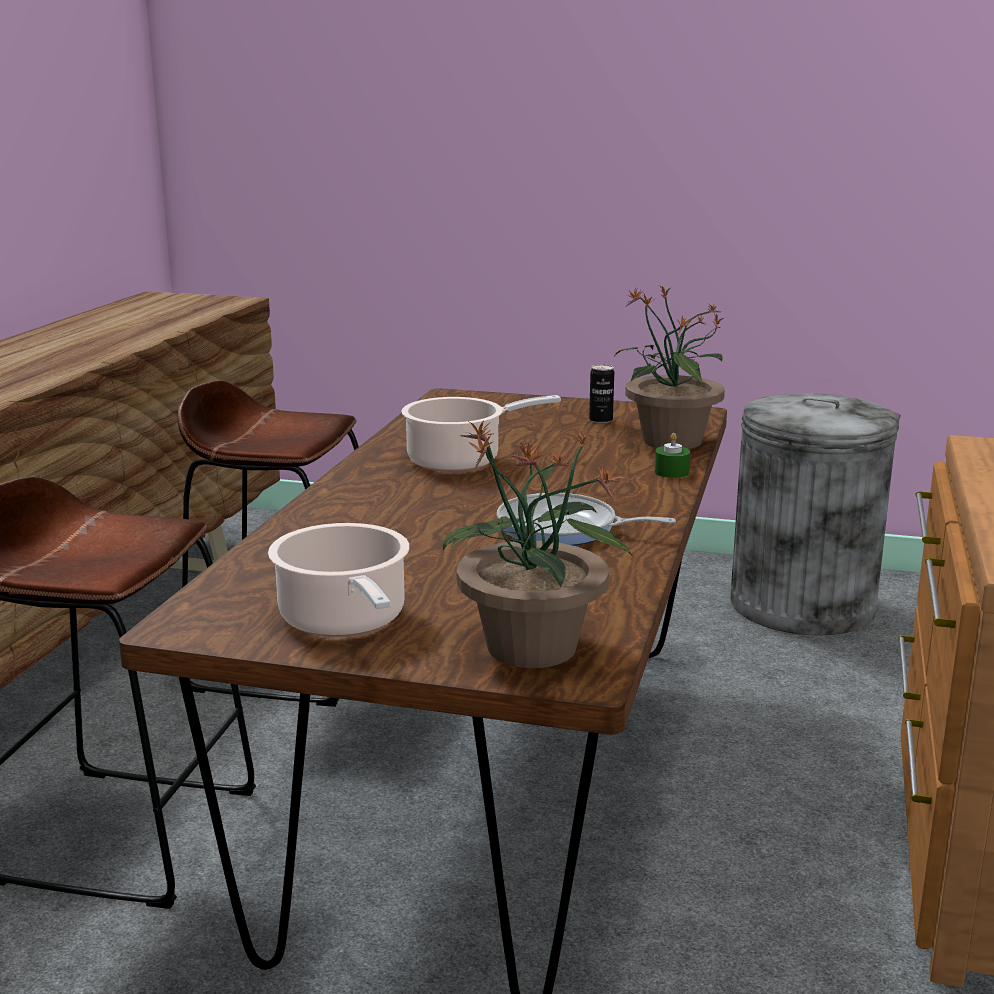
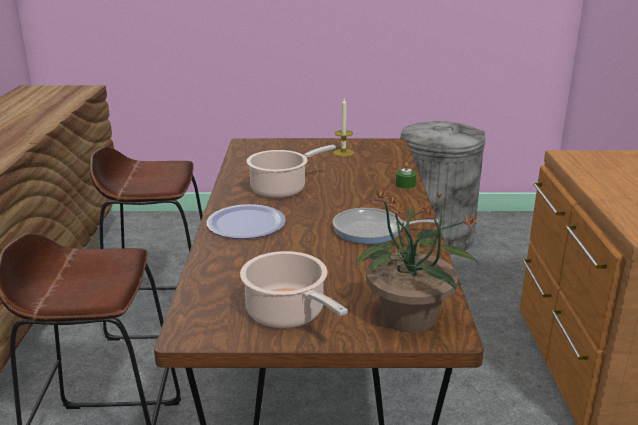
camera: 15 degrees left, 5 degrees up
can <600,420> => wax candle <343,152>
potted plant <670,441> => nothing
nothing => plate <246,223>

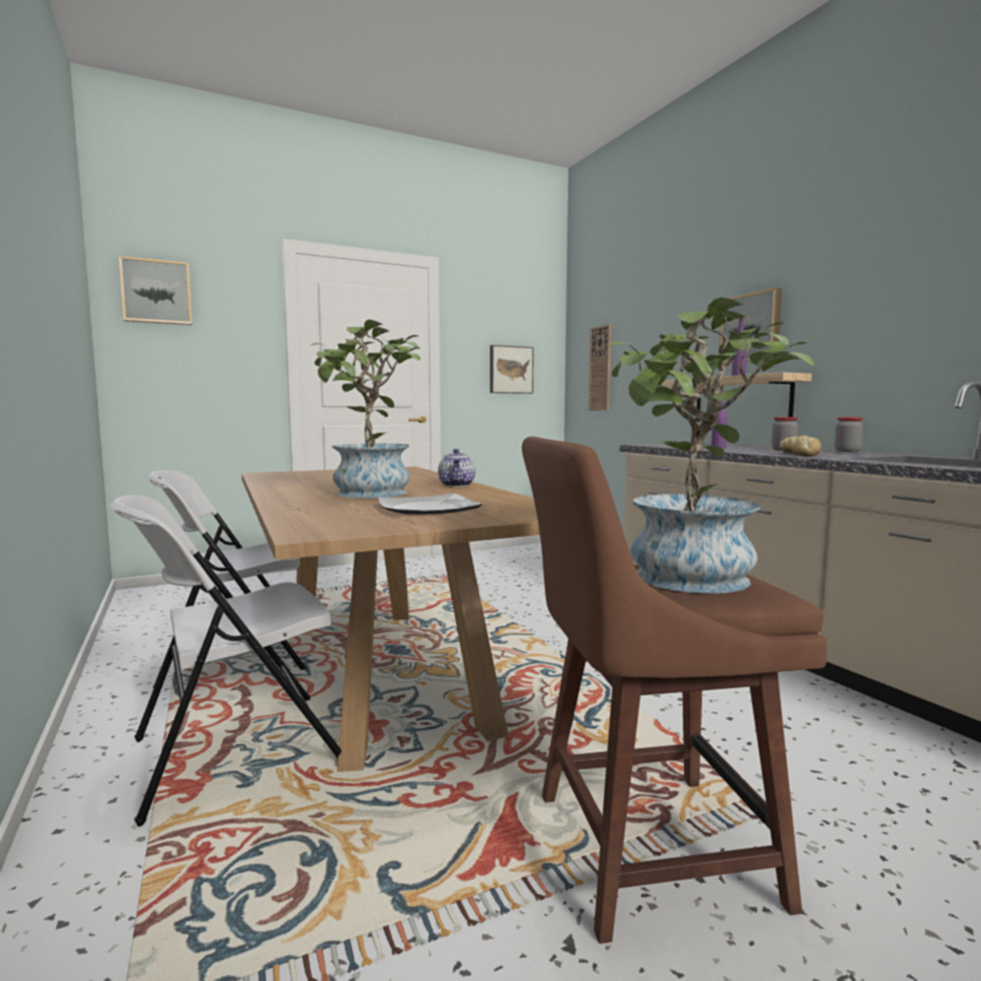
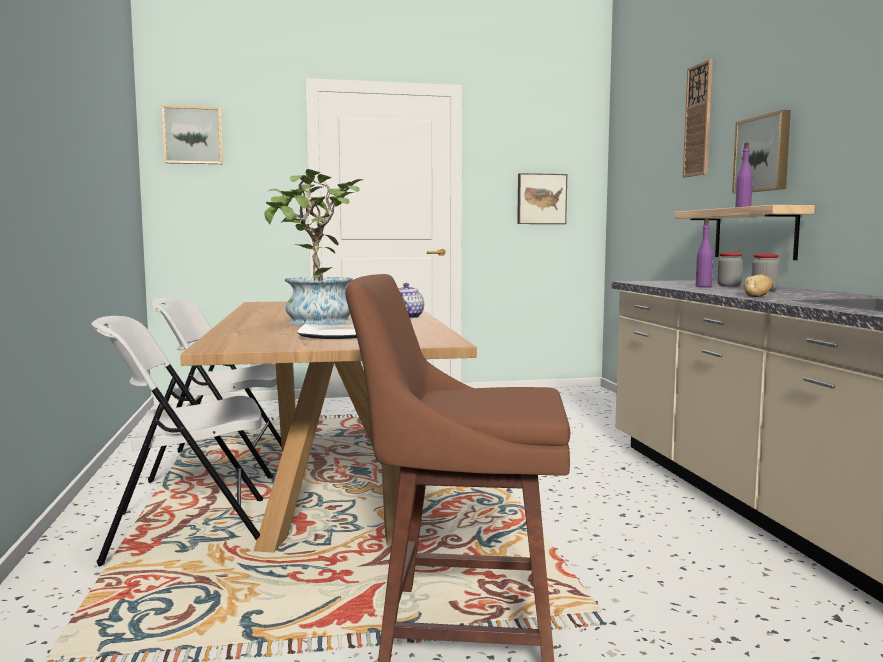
camera: 15 degrees right, 0 degrees up
wall clock <600,369> => wall clock <698,120>, relocated
potted plant <690,582> => nothing
storage jar <847,451> => storage jar <729,286>, relocated

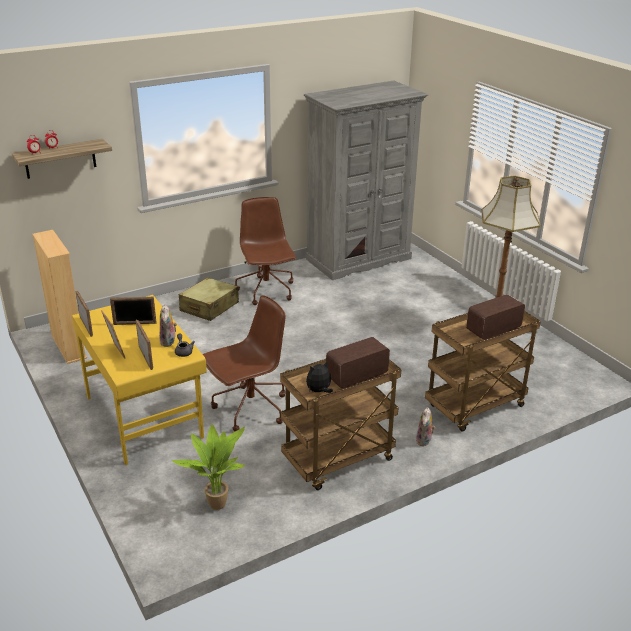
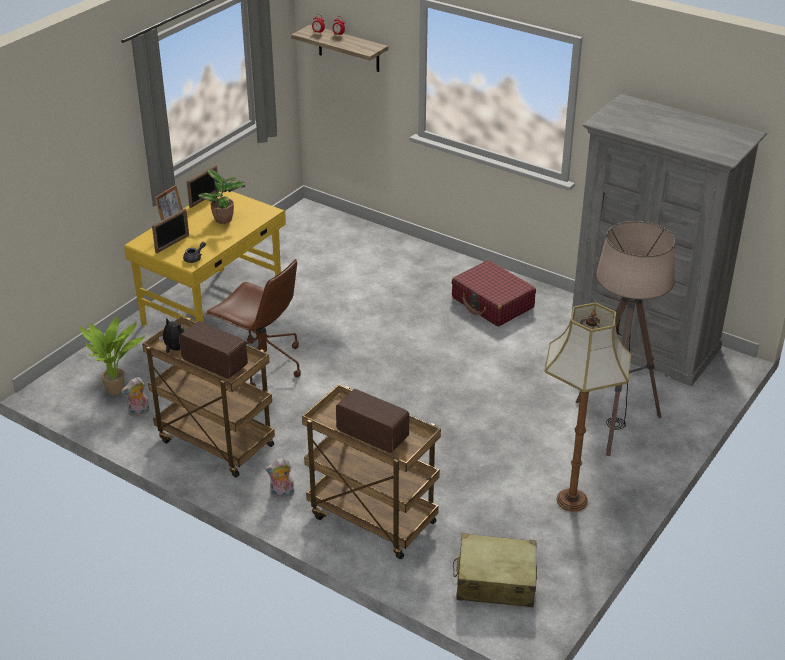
camera: 65 degrees right, 5 degrees up
beige shelving unit <68,347> => nothing
standing frame <135,324> => potted plant <224,219>
soft toy <169,341> => soft toy <138,412>, relocated
beige travel case <209,307> => beige travel case <495,581>, relocated
brownish desk chair <267,292> => red-coloured travel case <492,303>
nothing => standing lamp <614,424>

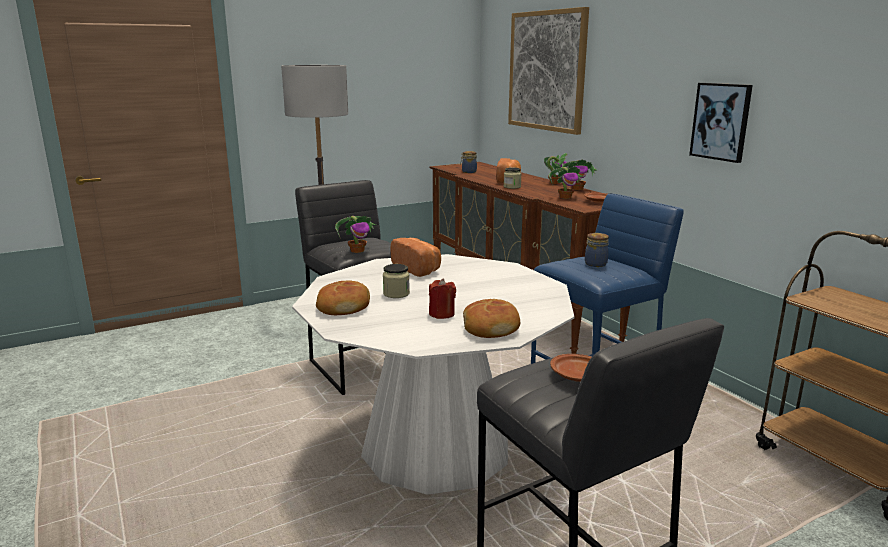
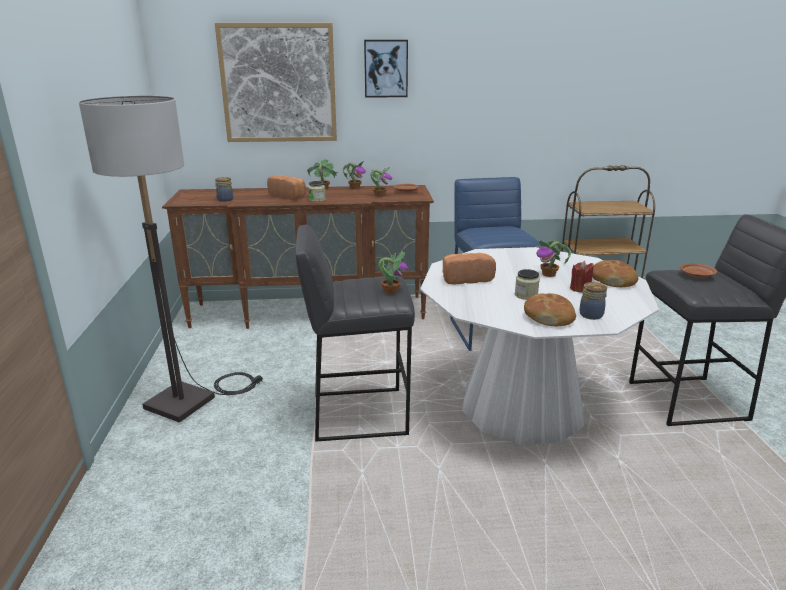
camera: 65 degrees left, 5 degrees up
storage jar <596,264> => storage jar <590,314>, relocated
wall art <721,121> => wall art <386,68>, relocated
nothing => potted plant <549,274>

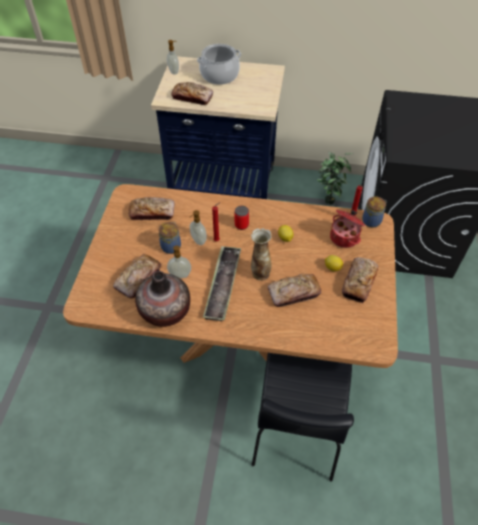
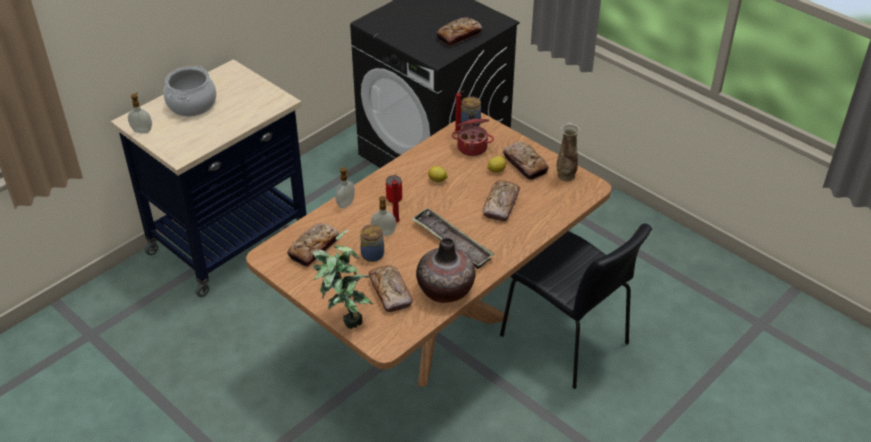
camera: 55 degrees left, 10 degrees down
soap dispenser <180,275> => soap dispenser <346,204>, relocated
baked bread <192,97> => baked bread <459,36>, relocated
decorative vase <260,273> => decorative vase <565,176>, relocated
potted plant <329,197> => potted plant <344,318>, relocated

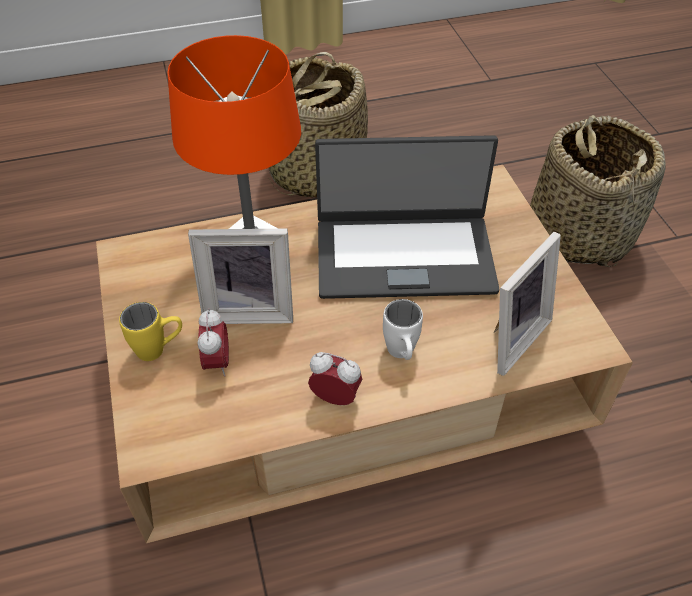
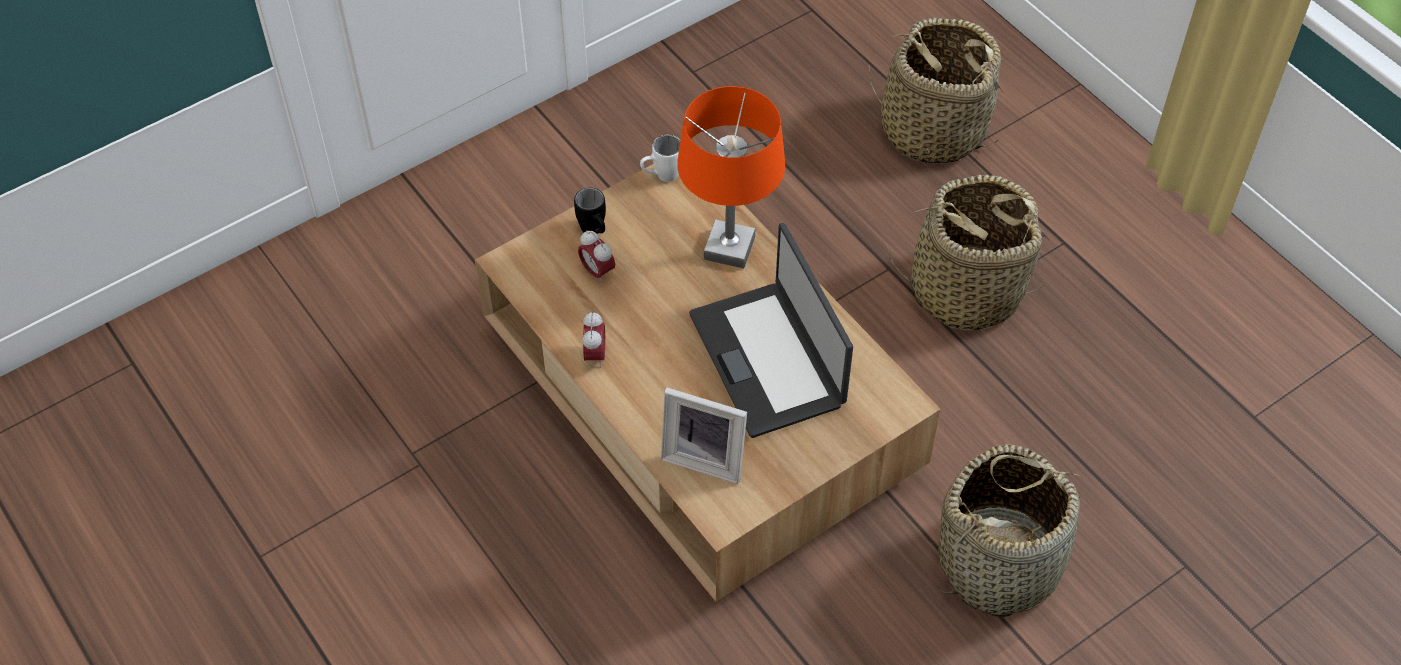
camera: 70 degrees right, 5 degrees up
yellowish coffee mug <159,349> => black coffee mug <595,232>
standing frame <249,308> => nothing
table clock <217,362> => table clock <597,271>, 75 degrees clockwise
white coffee mug <402,355> => white coffee mug <661,177>, relocated
nothing => storage basket <933,130>

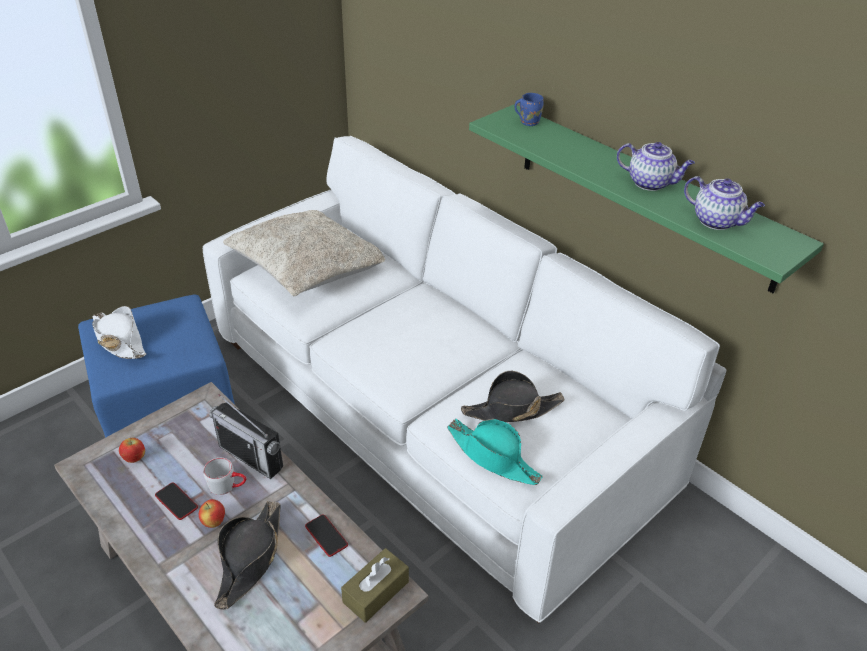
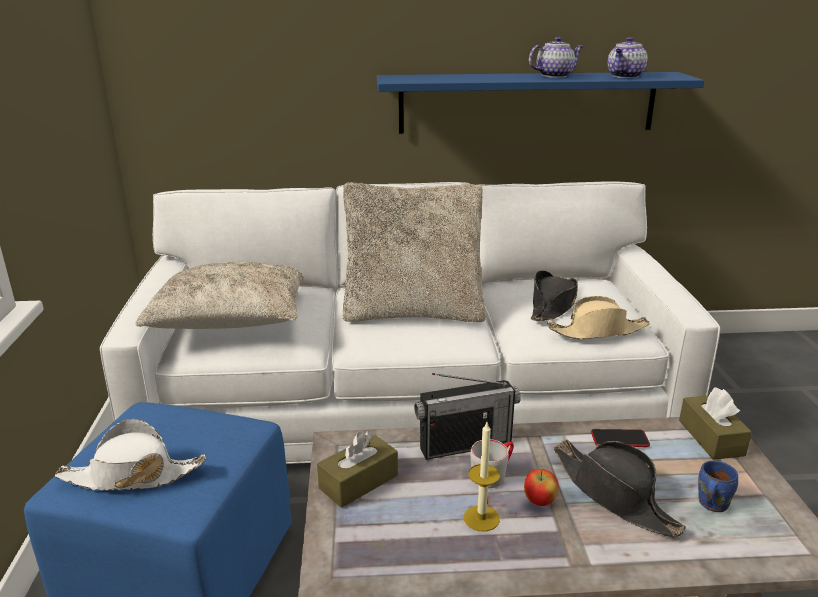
camera: 50 degrees left, 15 degrees down
whole apple <134,458> => nothing
phone <176,501> => wax candle <481,518>
turquoise wearable hat <493,457> => beige wearable hat <598,331>
green-coloured wall shelf <643,194> => bluish wall shelf <527,102>
bluish coffee mug <528,121> => bluish coffee mug <710,504>, relocated
pot for tea <717,221> => pot for tea <625,76>, 135 degrees clockwise
nothing => brownish tissue holder <358,482>
nothing => beige pillow <414,309>

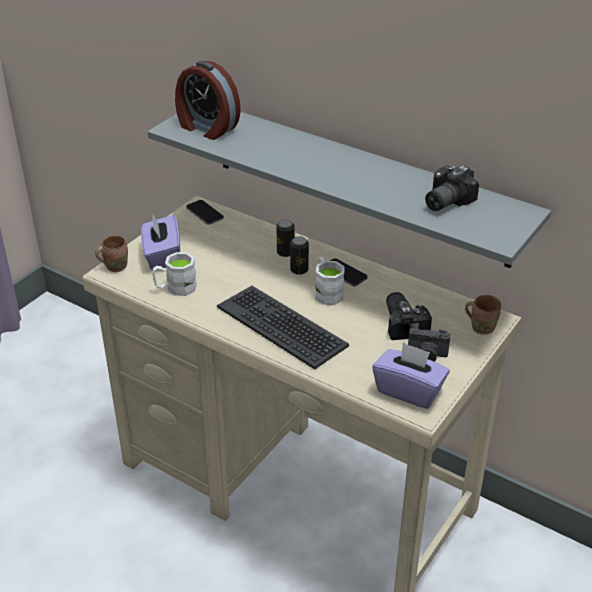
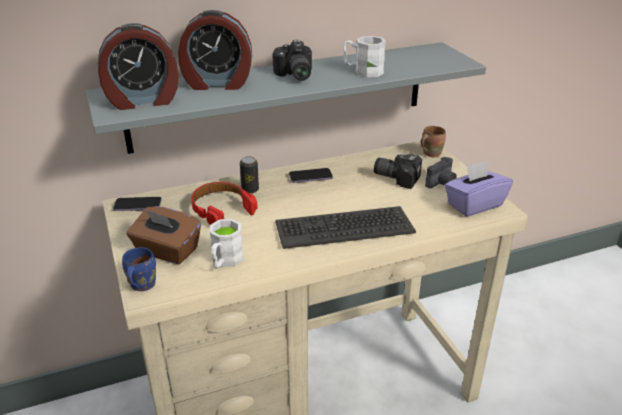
camera: 55 degrees left, 5 degrees down
brownish coffee mug <115,266> => bluish coffee mug <140,285>
purplish tissue holder <162,256> => brownish tissue holder <167,251>
can <299,270> => nothing
white coffee mug <327,292> => white coffee mug <363,71>, relocated
still camera <444,201> => still camera <293,75>, relocated
nothing => table clock <217,83>
nothing => red-coloured headset <221,209>

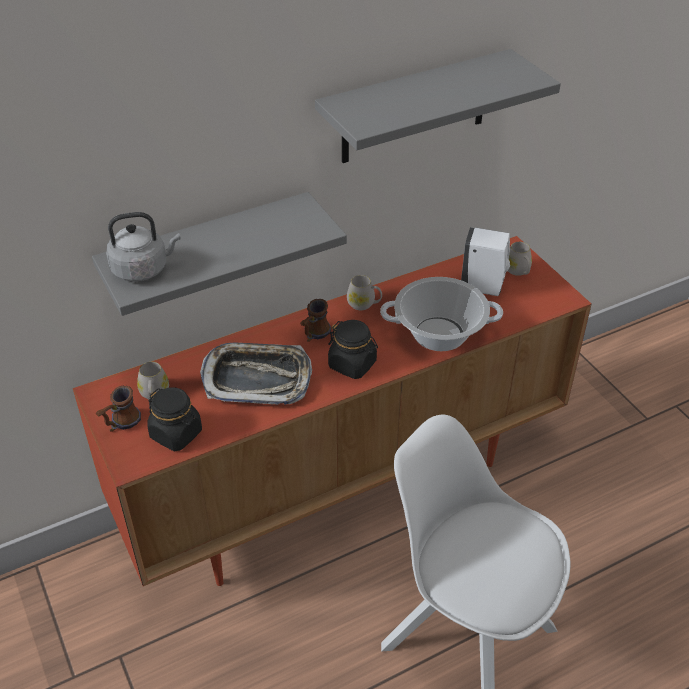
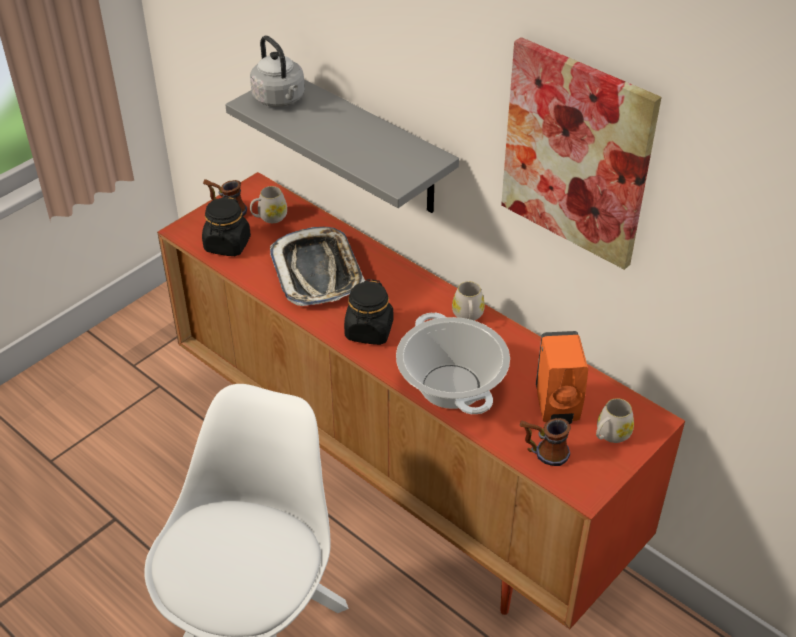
camera: 70 degrees right, 0 degrees up
coffee mug <314,335> => coffee mug <543,453>, relocated
greyish wall shelf <414,108> => wall art <577,153>
white soap dispenser <484,288> => orangey soap dispenser <557,408>

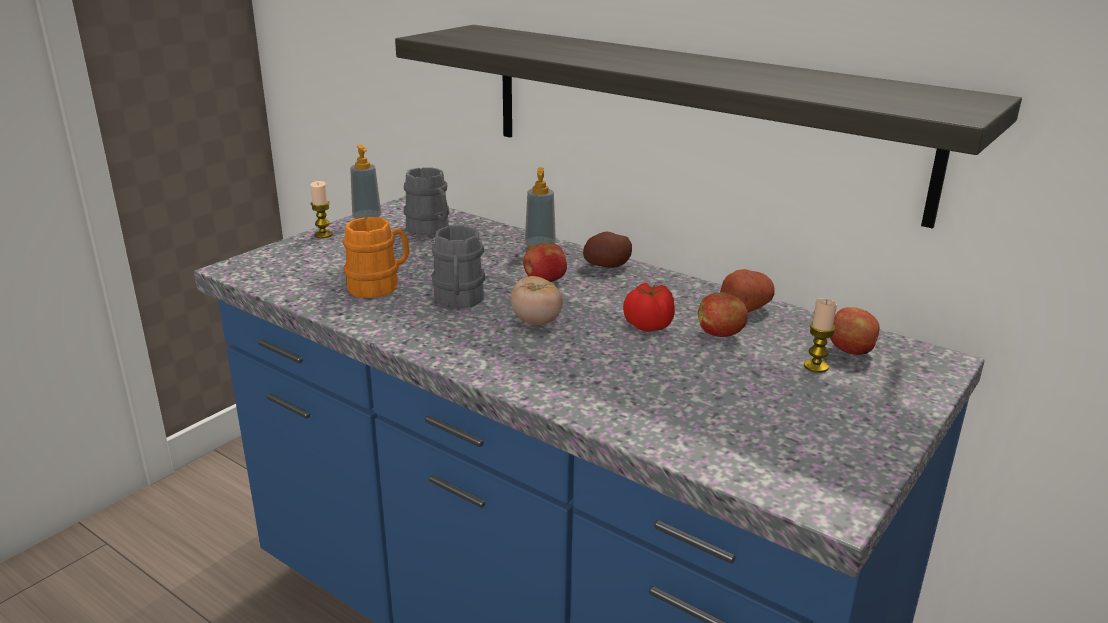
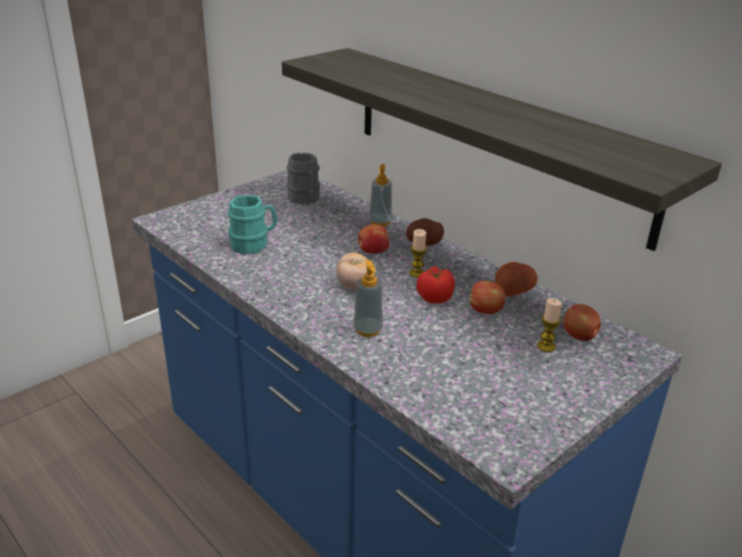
camera: 10 degrees right, 5 degrees up
wax candle <323,235> => wax candle <417,273>, relocated
orangey coffee mug <380,285> => turquoise coffee mug <254,244>
soap dispenser <367,219> => soap dispenser <368,330>, relocated
greyish coffee mug <458,300> => nothing

